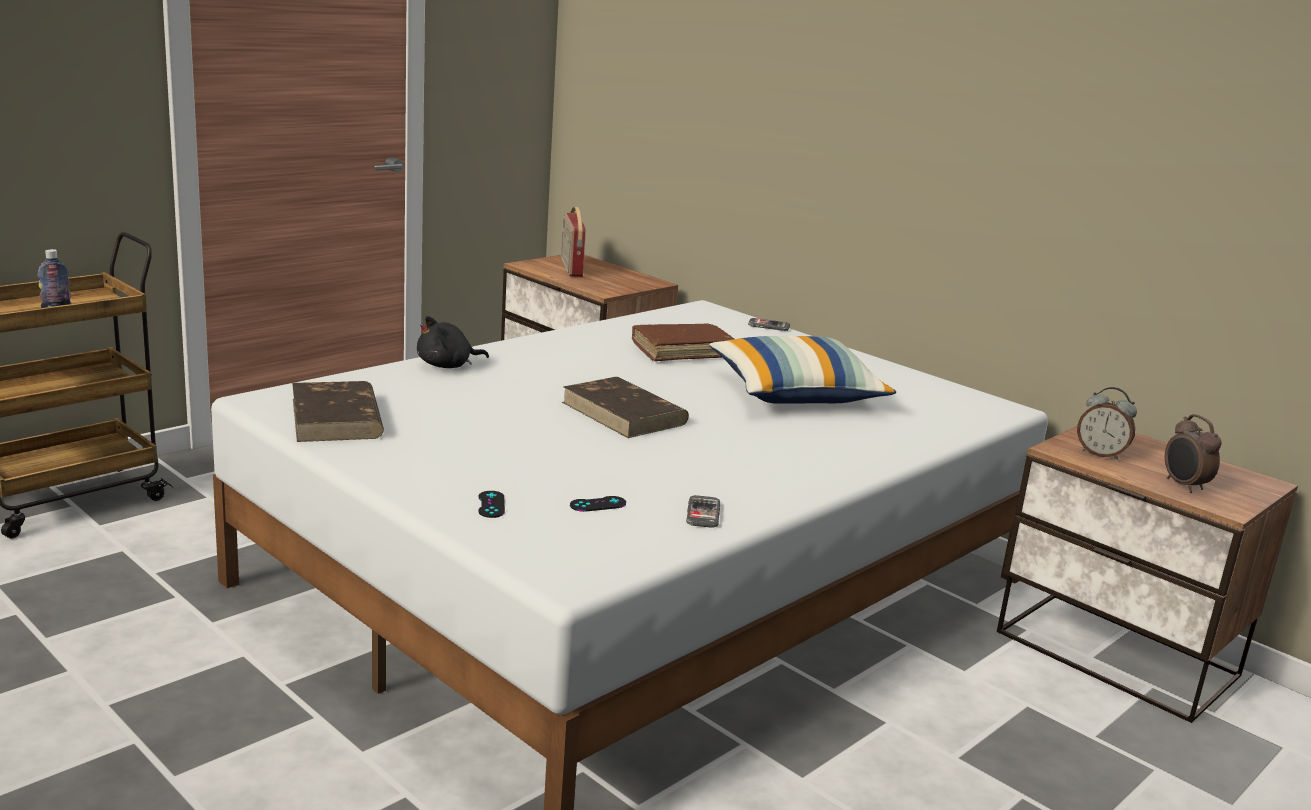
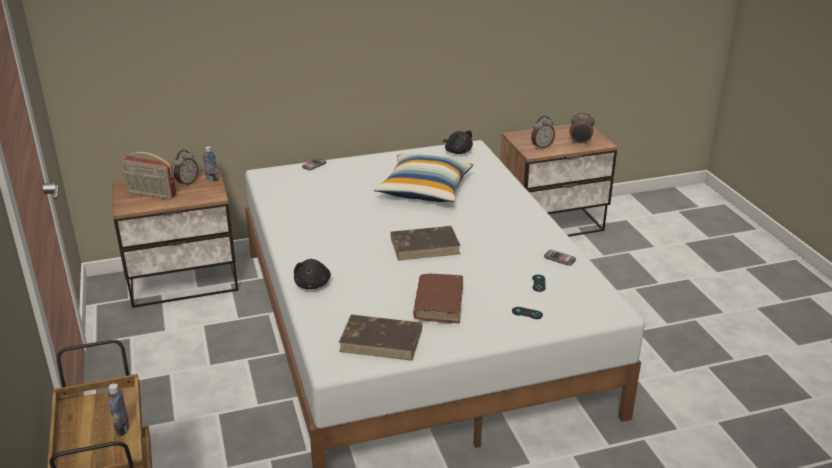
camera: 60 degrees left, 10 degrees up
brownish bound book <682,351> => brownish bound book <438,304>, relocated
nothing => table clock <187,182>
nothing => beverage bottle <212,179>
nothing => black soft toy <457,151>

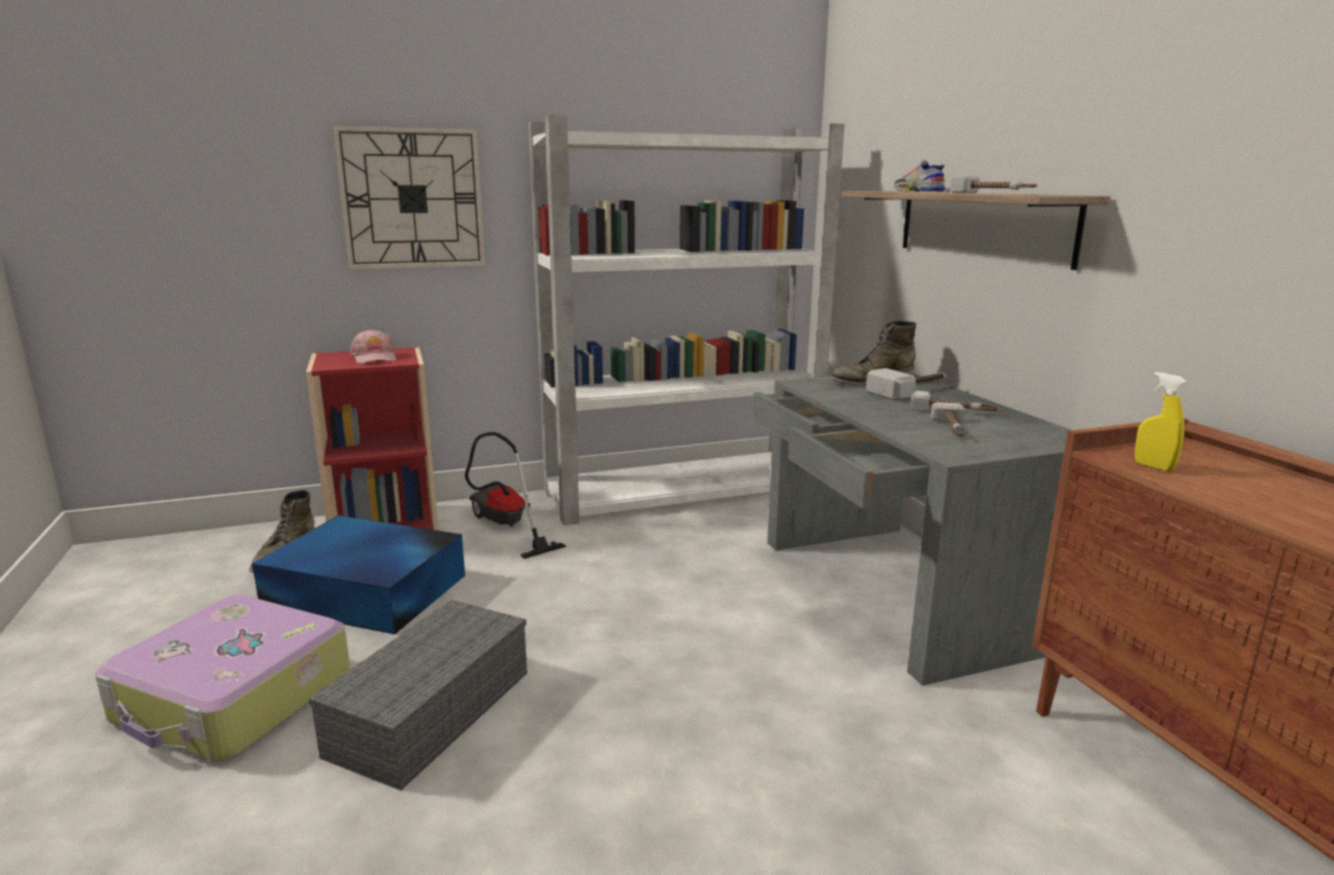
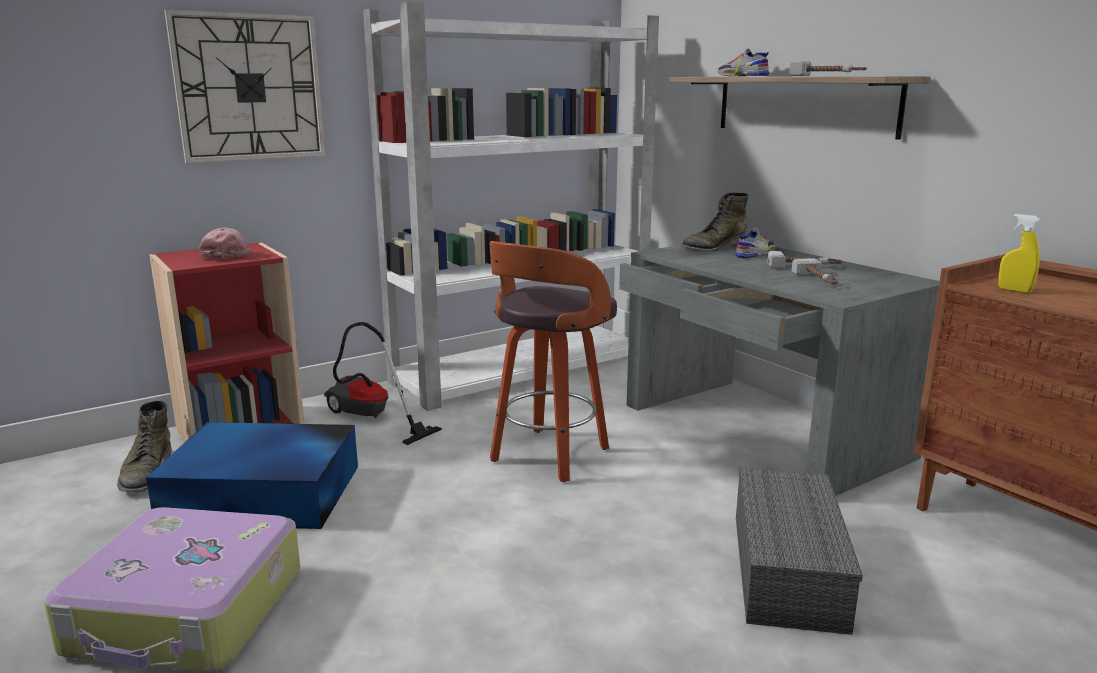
camera: 15 degrees left, 0 degrees up
greyish storage container <432,710> => greyish storage container <784,568>, relocated
pink-coloured baseball cap <375,357> => pink-coloured baseball cap <227,254>, 150 degrees counterclockwise
hand hammer <911,391> => shoe <755,254>
nothing => sitting stool <548,456>

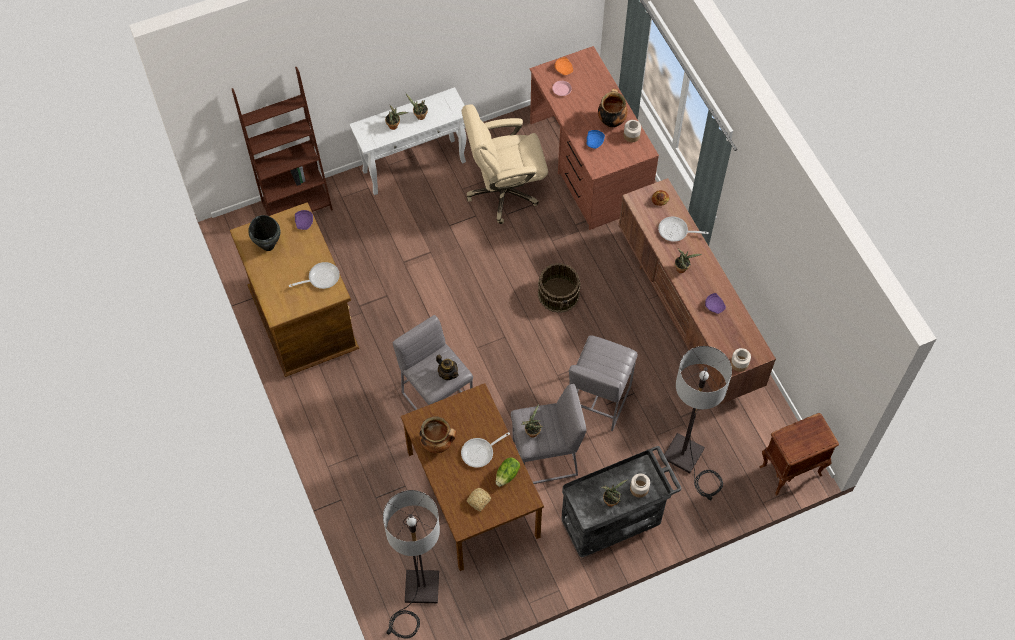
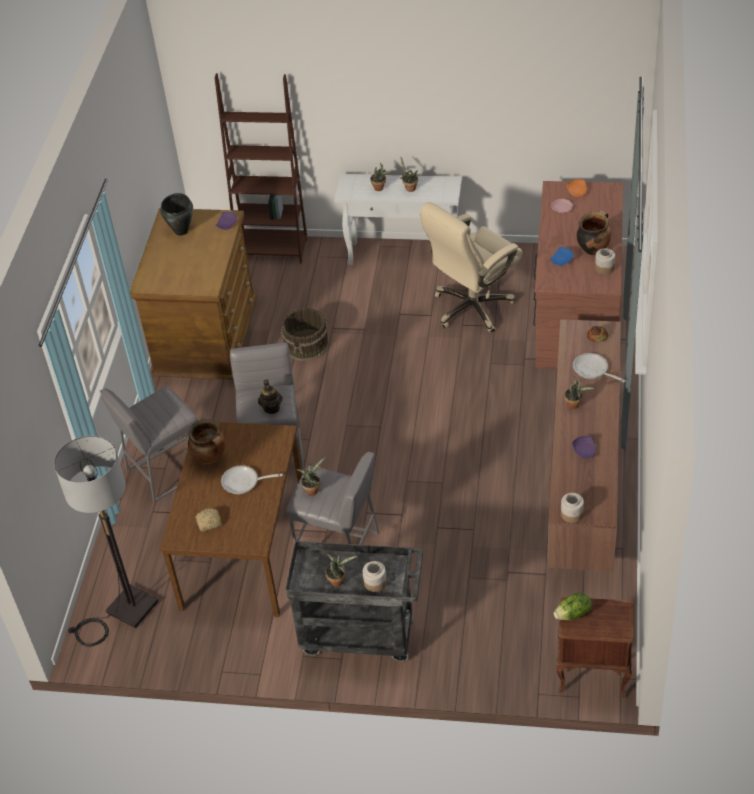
camera: 35 degrees right, 15 degrees down
skillet <321,278> => nothing
beige desk chair <504,192> => beige desk chair <474,306>, 60 degrees counterclockwise
lettuce head <507,475> => lettuce head <573,614>, relocated
brownish pail <559,294> => brownish pail <307,344>, relocated
greyish sitting stool <598,400> => greyish sitting stool <165,471>, relocated
standing lamp <690,463> => nothing

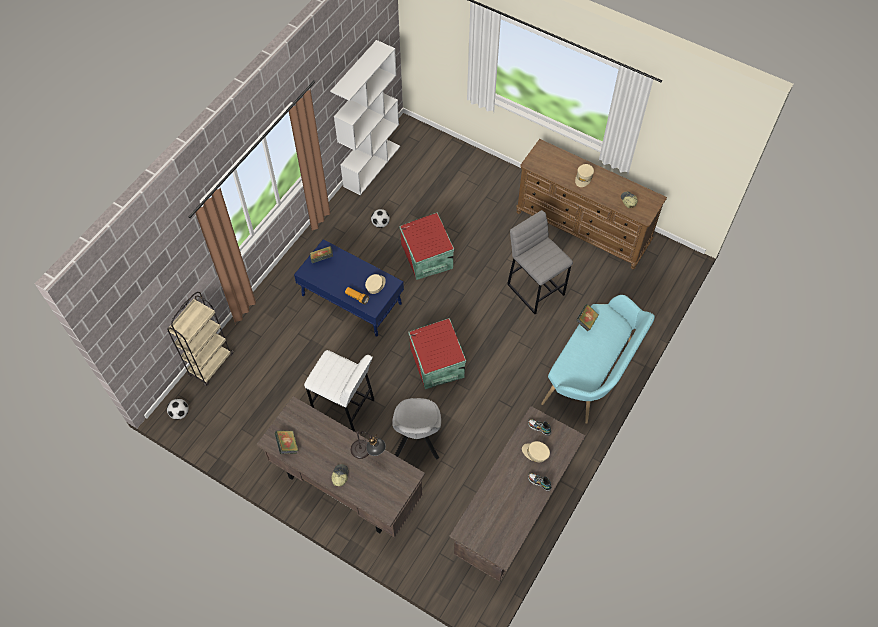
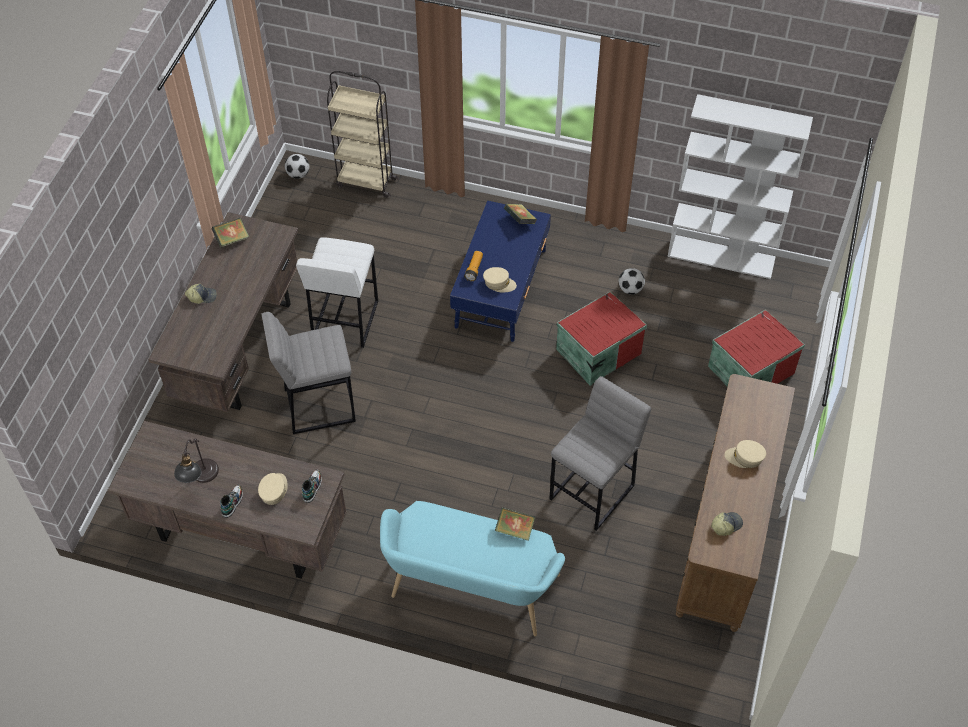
camera: 75 degrees right, 5 degrees down
greyish tabletop lamp <368,453> => greyish tabletop lamp <201,481>, relocated
greyish plain chair <417,441> => greyish sitting stool <317,405>
red-coloured storage container <436,363> => red-coloured storage container <749,370>, relocated

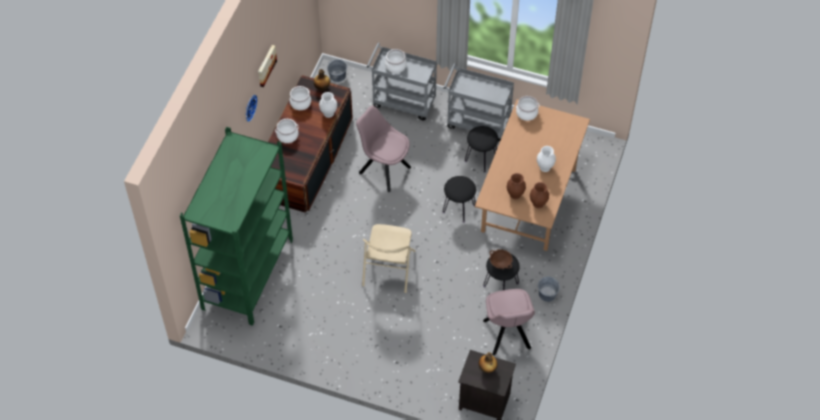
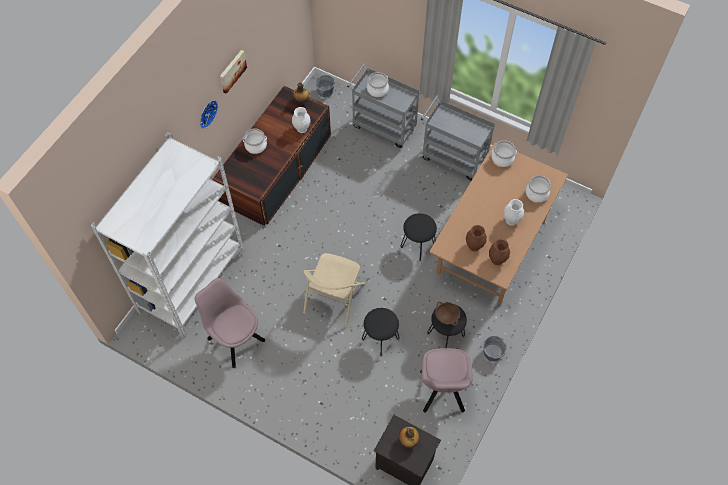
camera: 10 degrees right, 5 degrees up
green-coloured shelving unit <247,274> => white shelving unit <192,281>
cooking pot <300,103> => cooking pot <537,193>, relocated
pink-coloured plain chair <384,170> => pink-coloured plain chair <235,339>, relocated
black sitting stool <481,159> => black sitting stool <380,339>, relocated

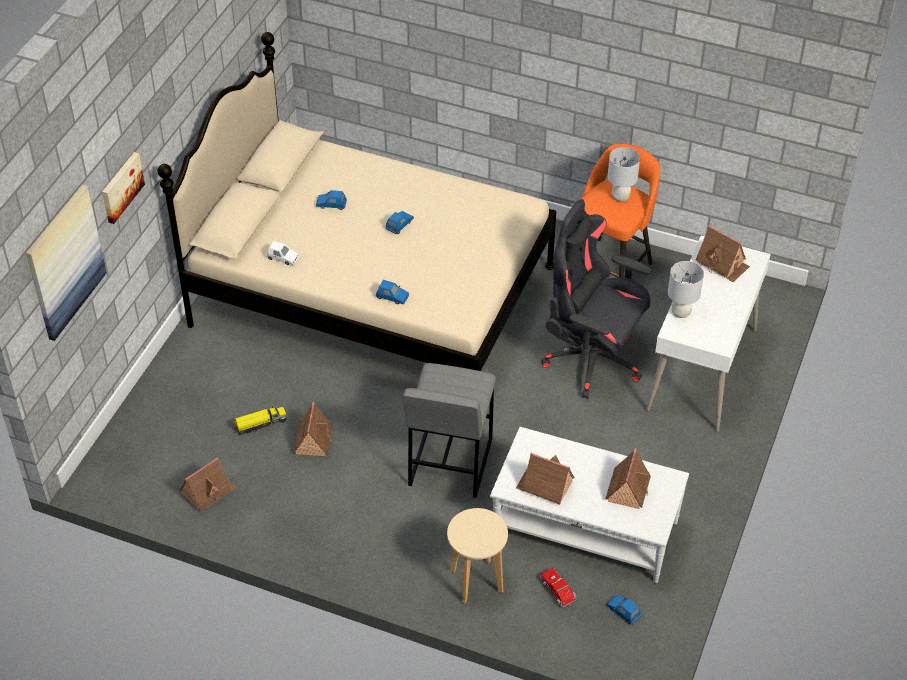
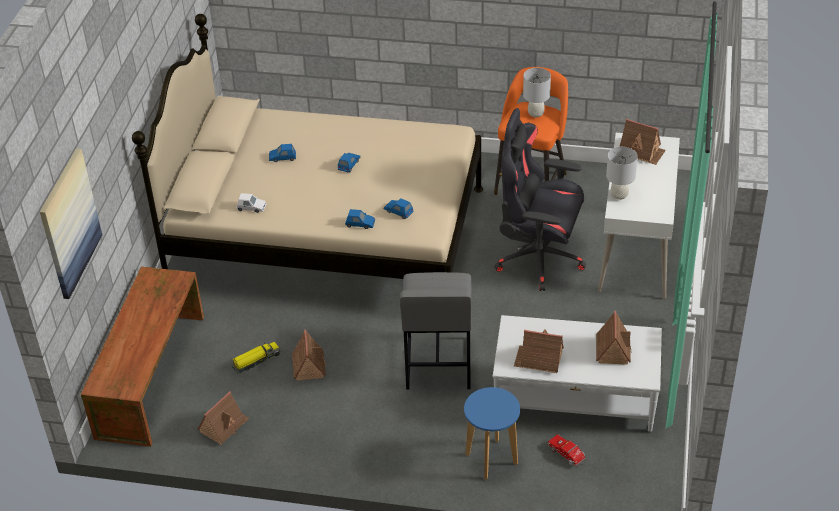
camera: 10 degrees left, 5 degrees down
wall art <121,187> => nothing
beige sitting stool <476,582> => bluish sitting stool <491,459>
bluish toy car <623,611> => bluish toy car <398,211>, relocated
nothing => brownish indoor bench <150,374>

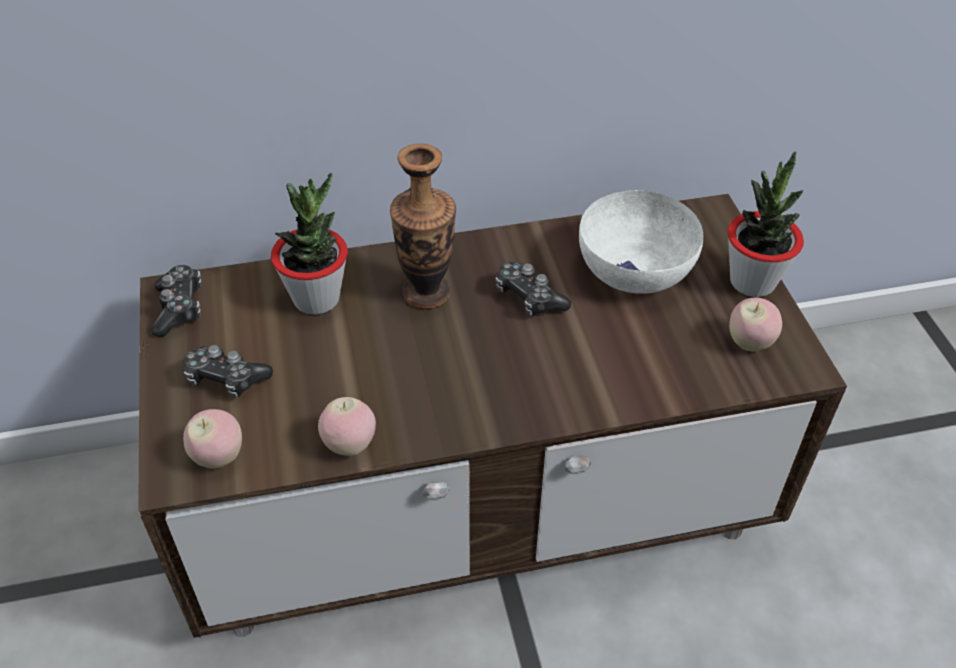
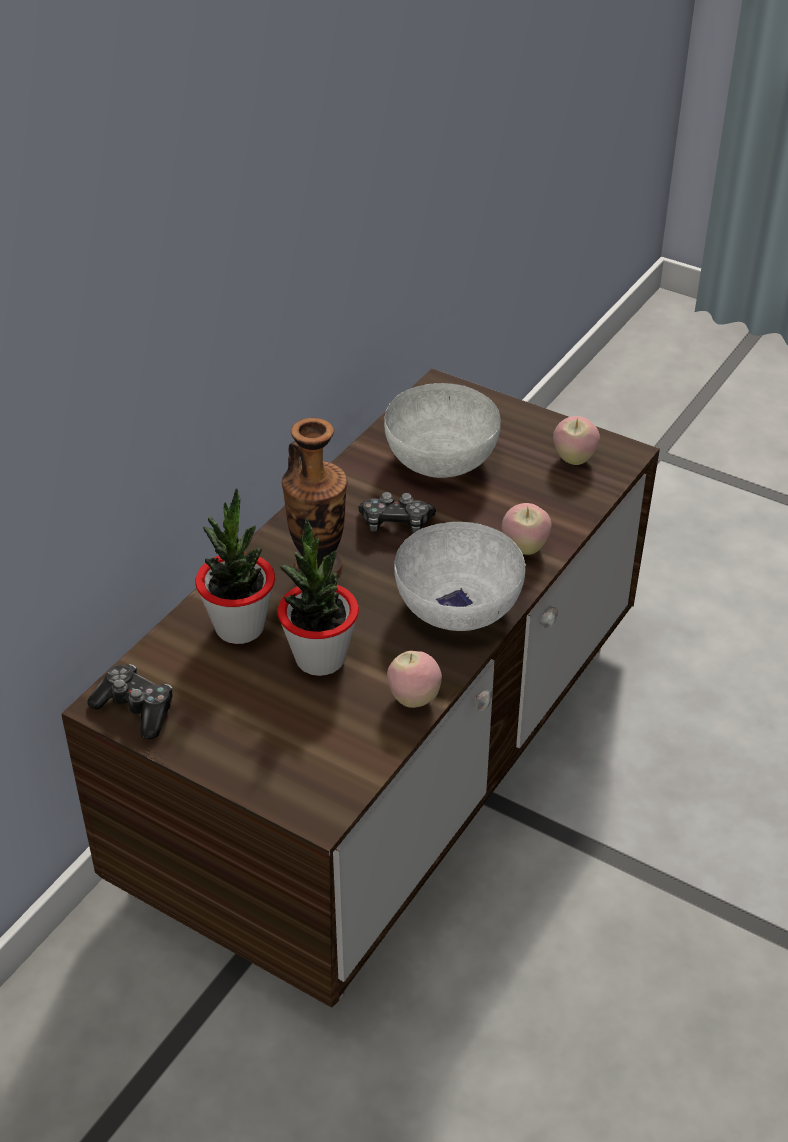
camera: 45 degrees left, 5 degrees down
whole apple <218,457> => whole apple <524,548>, relocated
gamepad <226,379> => nothing
potted plant <752,281> => potted plant <320,658>, relocated
nothing => white serving bowl <457,607>

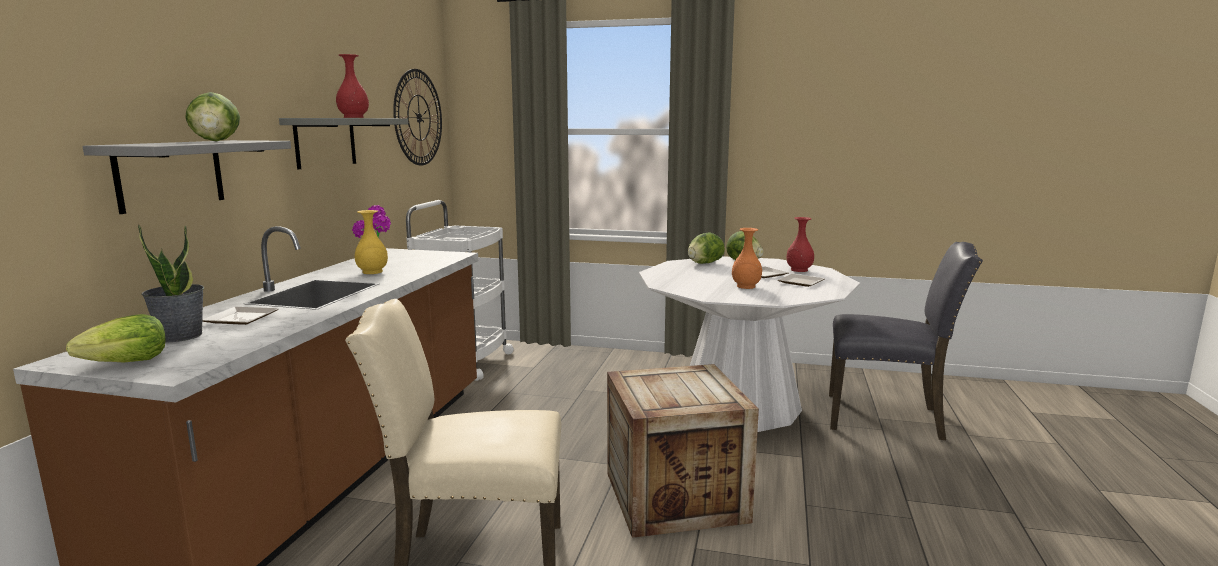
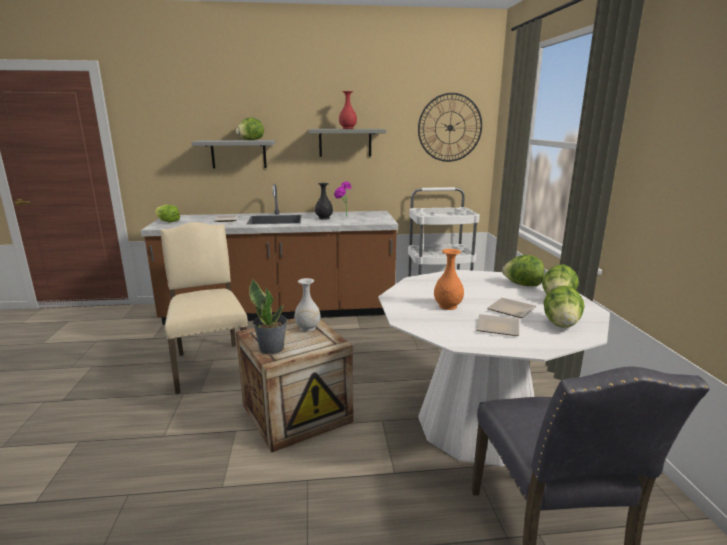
camera: 70 degrees right, 5 degrees up
potted plant <180,336> => potted plant <272,348>, relocated
yellowish decorative vase <372,272> => black decorative vase <324,218>
red-coloured decorative vase <799,270> => lettuce head <561,324>
nothing => white decorative vase <307,328>

